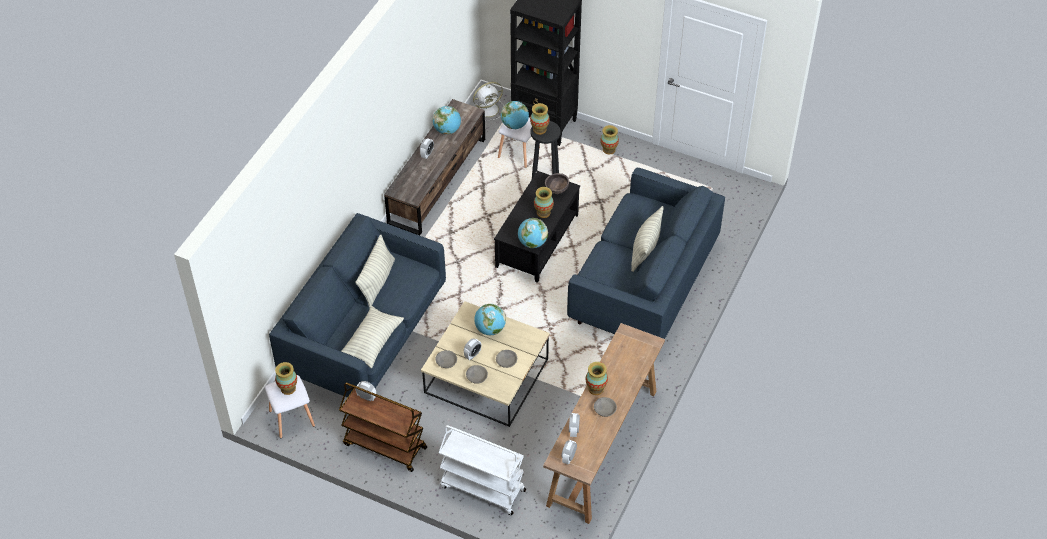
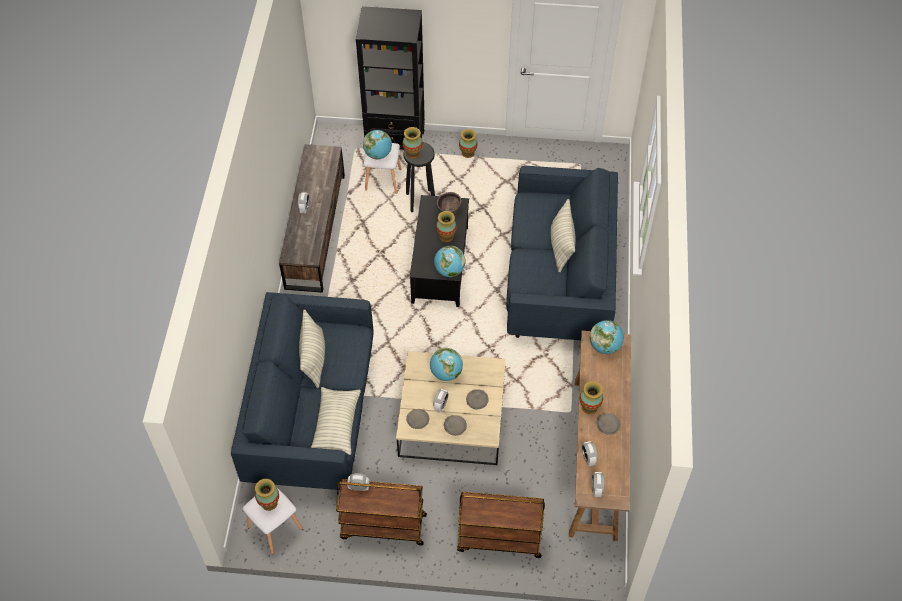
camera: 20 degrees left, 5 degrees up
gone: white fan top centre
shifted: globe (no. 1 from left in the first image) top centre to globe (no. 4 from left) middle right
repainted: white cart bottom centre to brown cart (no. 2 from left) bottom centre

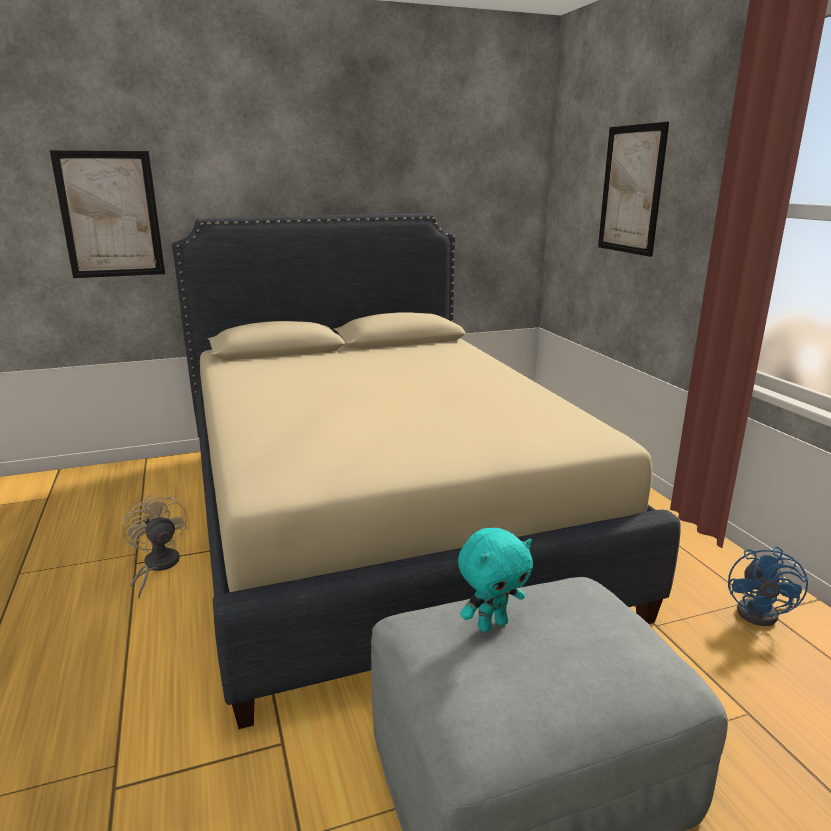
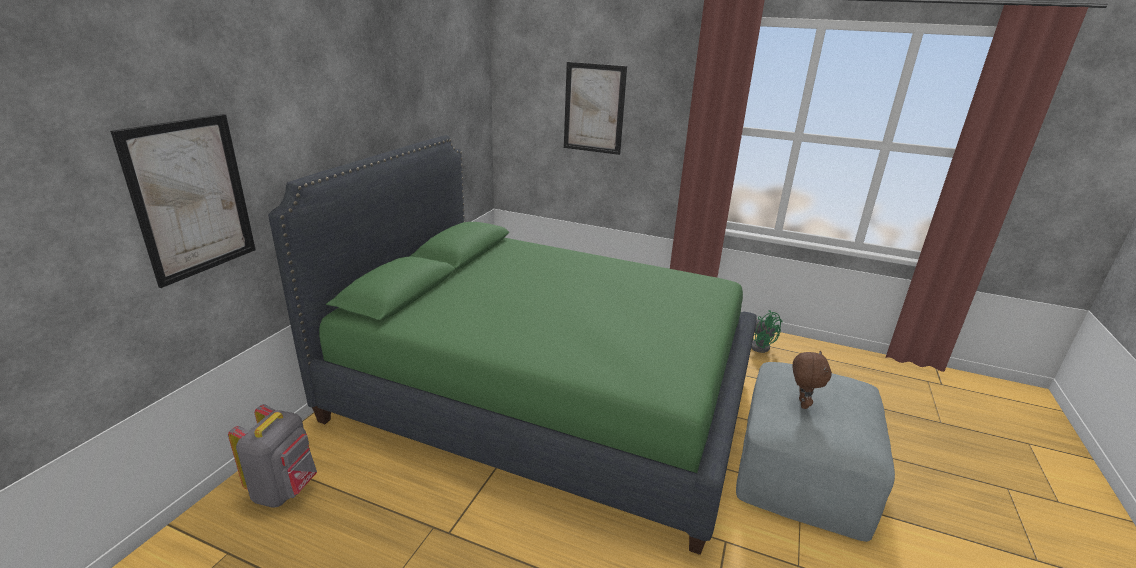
camera: 50 degrees left, 5 degrees up
gone: beige fan middle left
new: grey backpack bottom left
repainted: beige bed centre to green bed centre; blue fan bottom right to green fan middle right; turquoise plush toy bottom centre to brown plush toy bottom right

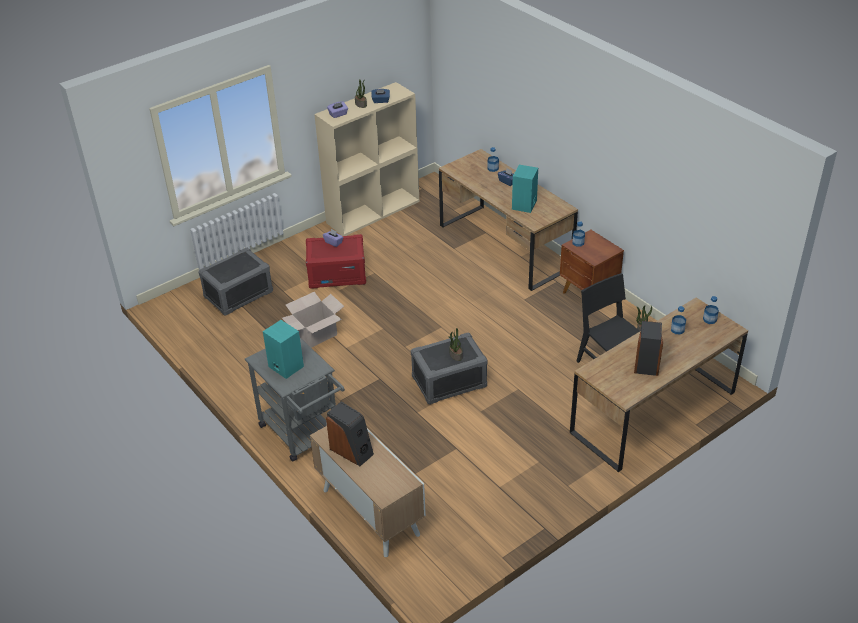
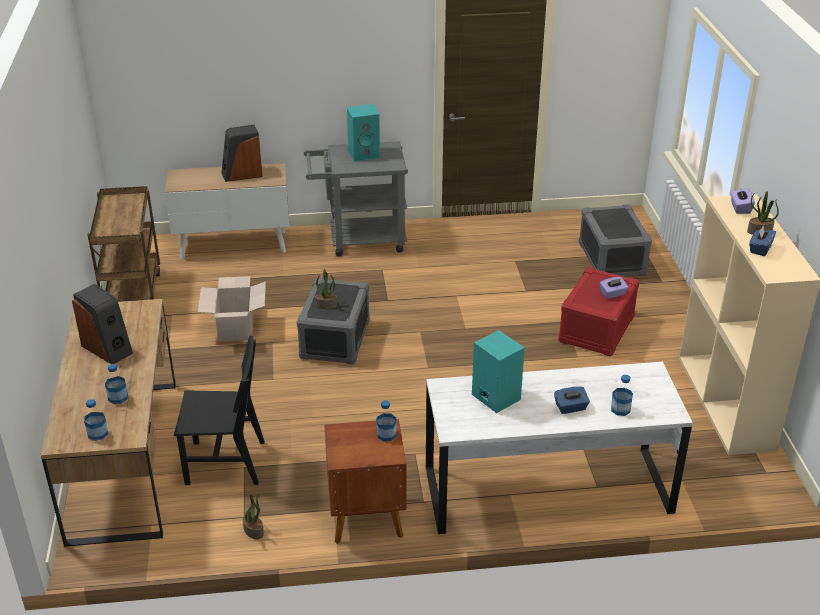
camera: 120 degrees right, 5 degrees down
new: brown cart middle left
shifted: cardboard box centre to middle left
repainted: brown desk (no. 1 from left) centre to white desk bottom right

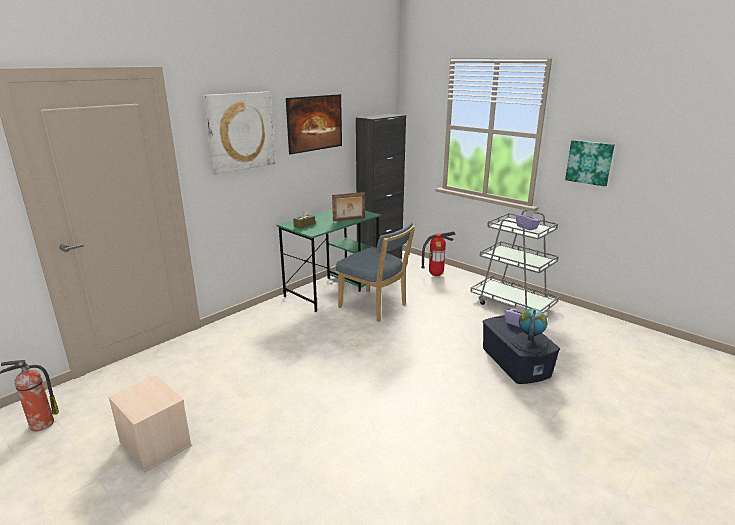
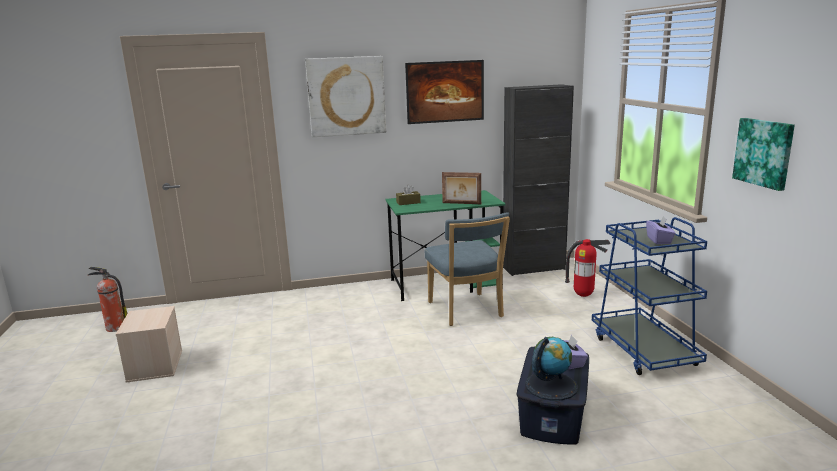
camera: 35 degrees right, 5 degrees down
repainted: grey cart middle right to blue cart middle right

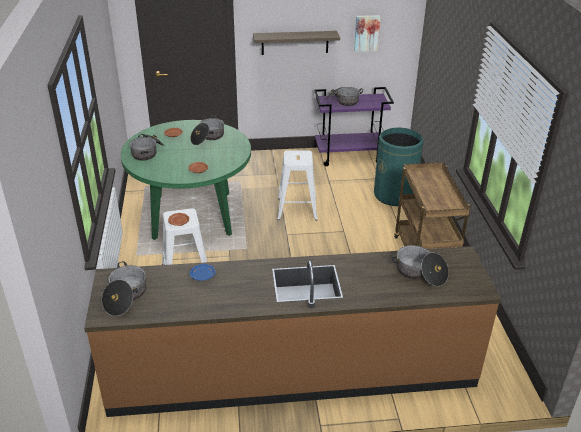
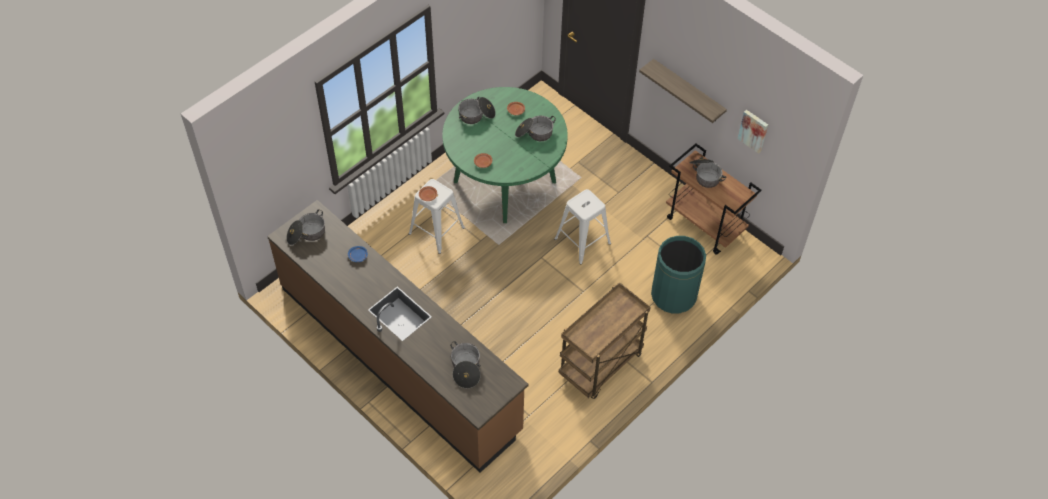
camera: 50 degrees right, 20 degrees up
repainted: purple cart top centre to brown cart (no. 2 from left) middle right

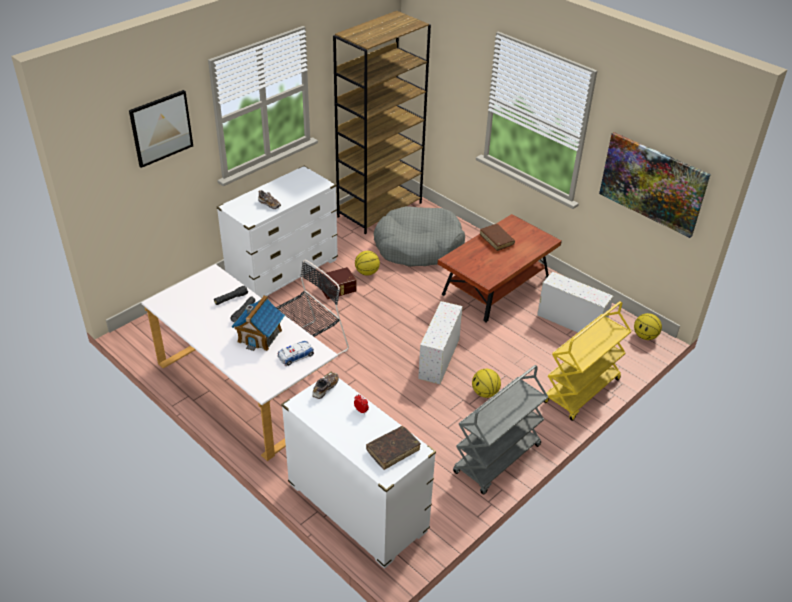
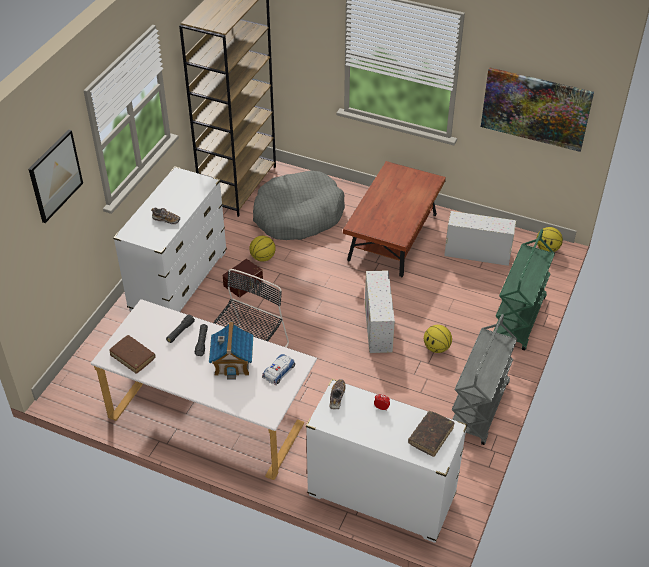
camera: 20 degrees left, 5 degrees up
shifted: brown book (no. 2 from left in the first image) centre to brown book (no. 1 from left) middle left
repainted: yellow cart middle right to green cart middle right

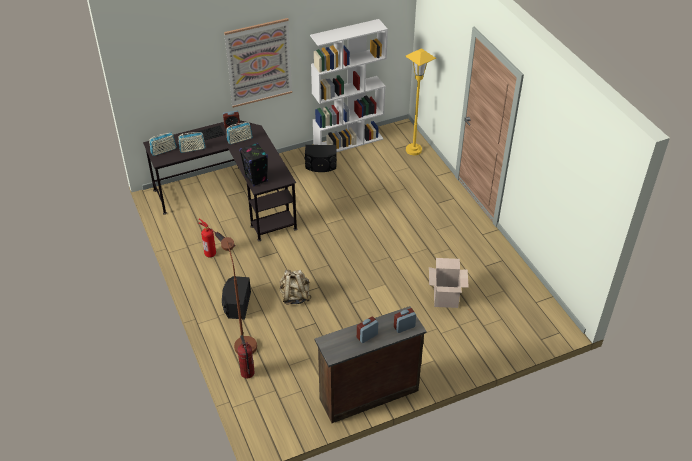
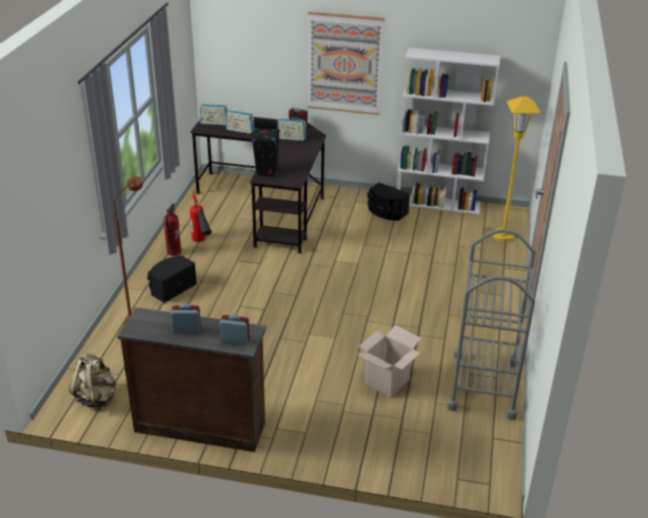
camera: 35 degrees right, 10 degrees down
new: grey cart middle right
shifted: beige backpack centre to bottom left; fire extinguisher (no. 2 from left in the first image) bottom centre to fire extinguisher (no. 1 from left) middle left

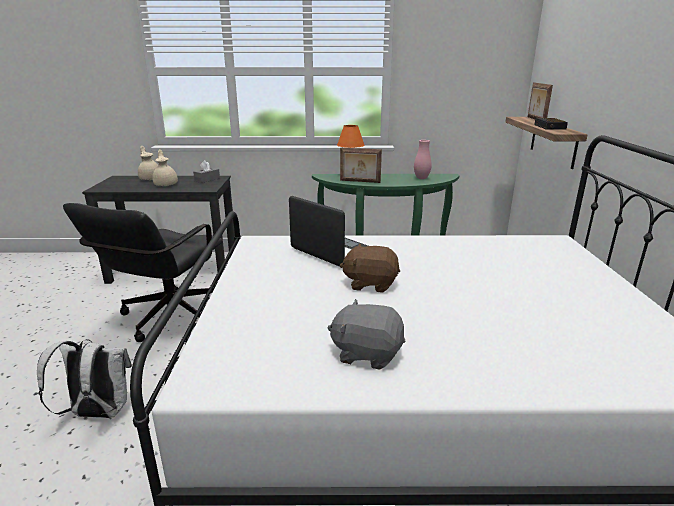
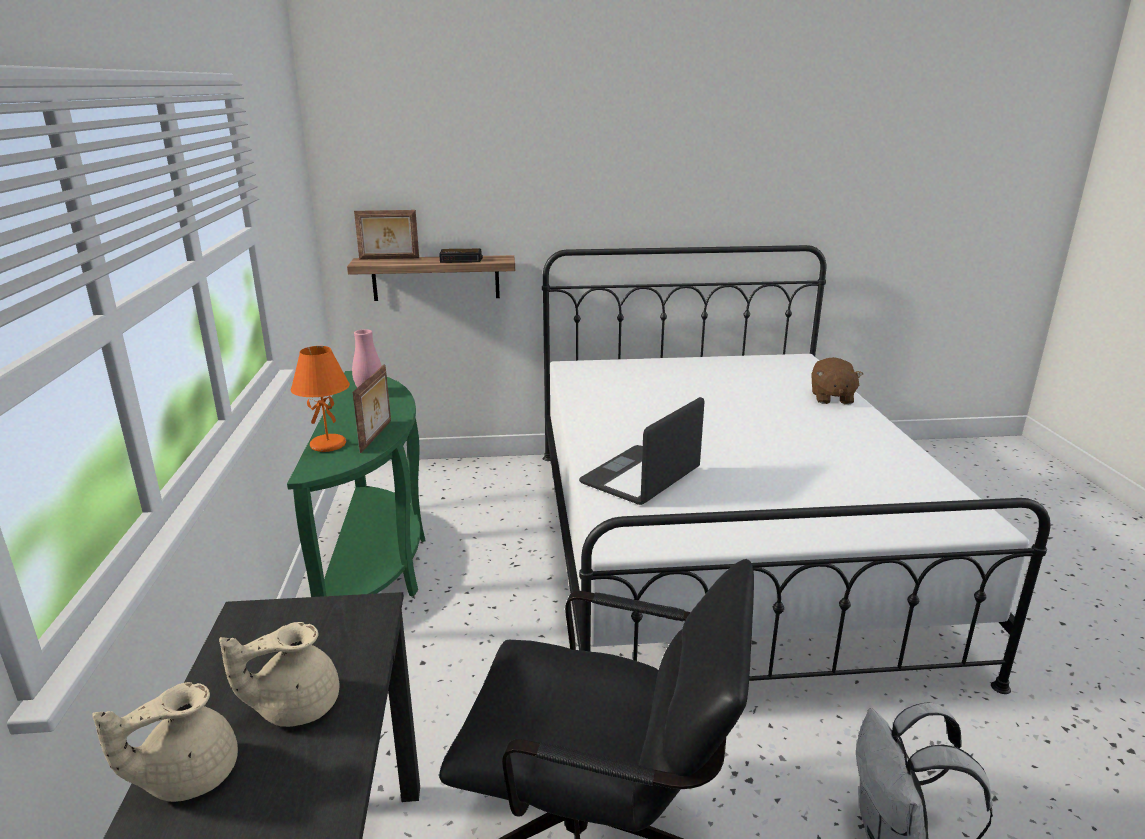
camera: 95 degrees left, 0 degrees up
gone: grey tissue box middle left; grey plush toy centre
shifted: brown plush toy centre to middle right

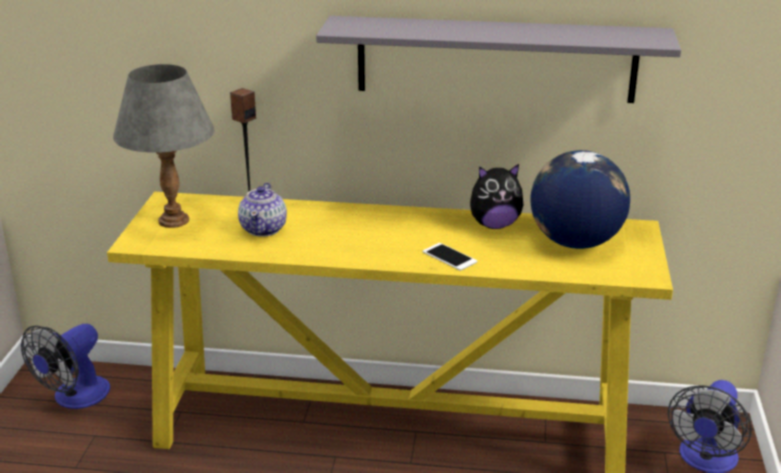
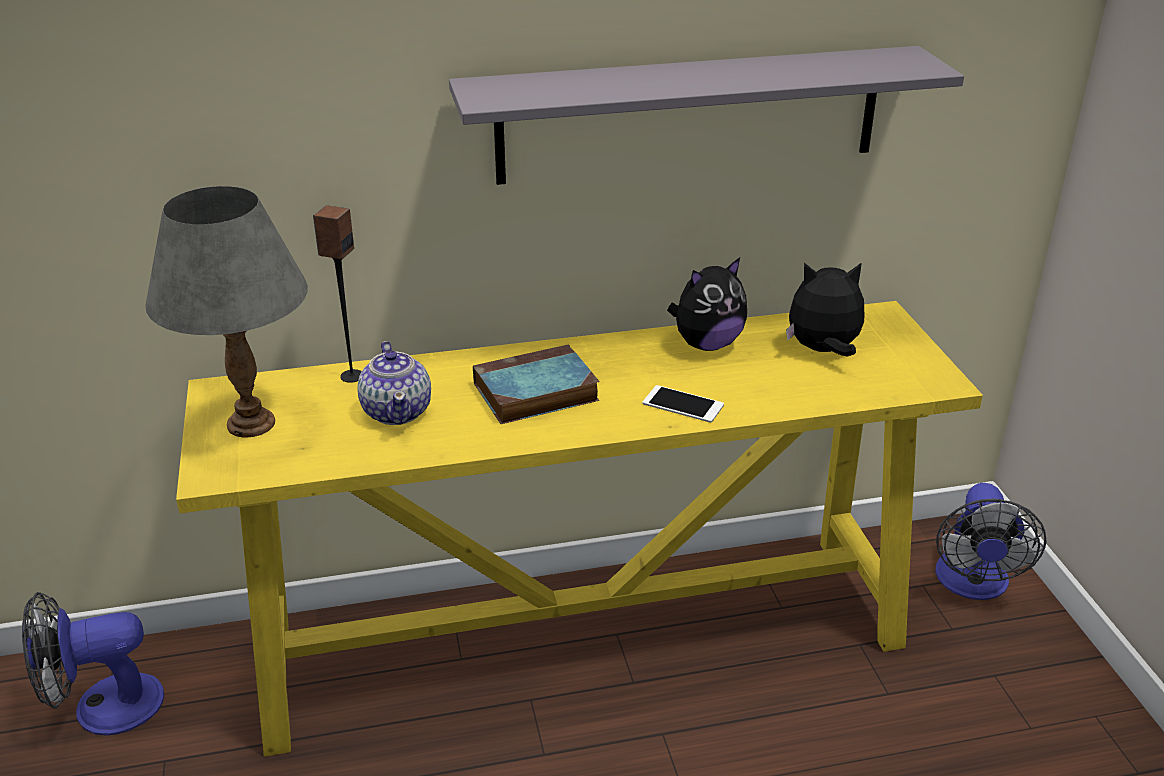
camera: 20 degrees left, 5 degrees up
new: book centre
swapped: globe middle right to plush toy (no. 2 from left) middle right
rotated: fan (no. 1 from left) bottom left = bottom left 60 degrees clockwise

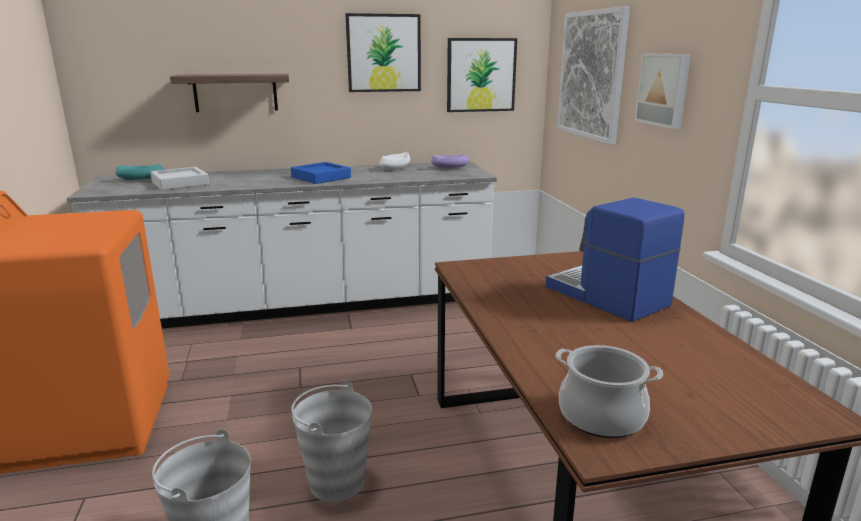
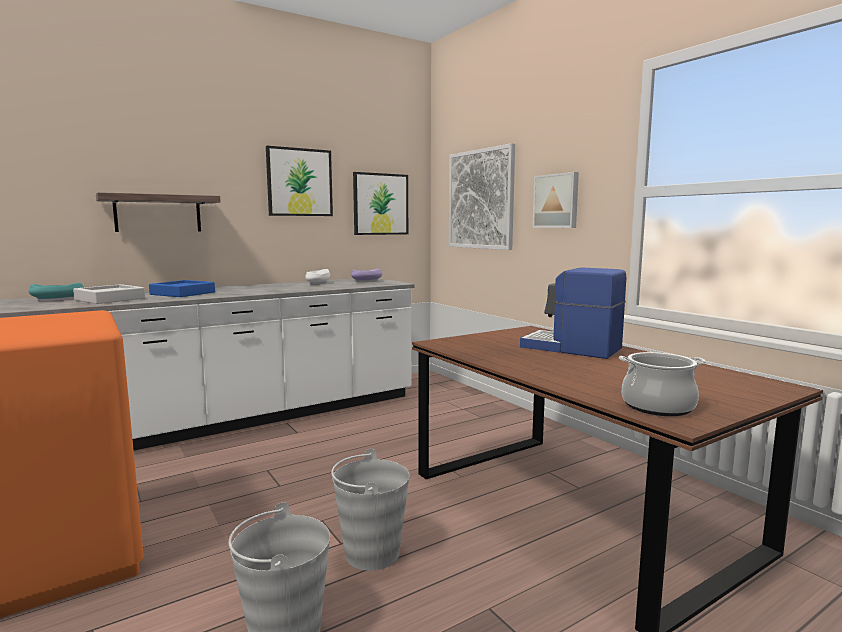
camera: 20 degrees left, 10 degrees down
shifted: blue tray top centre to middle left

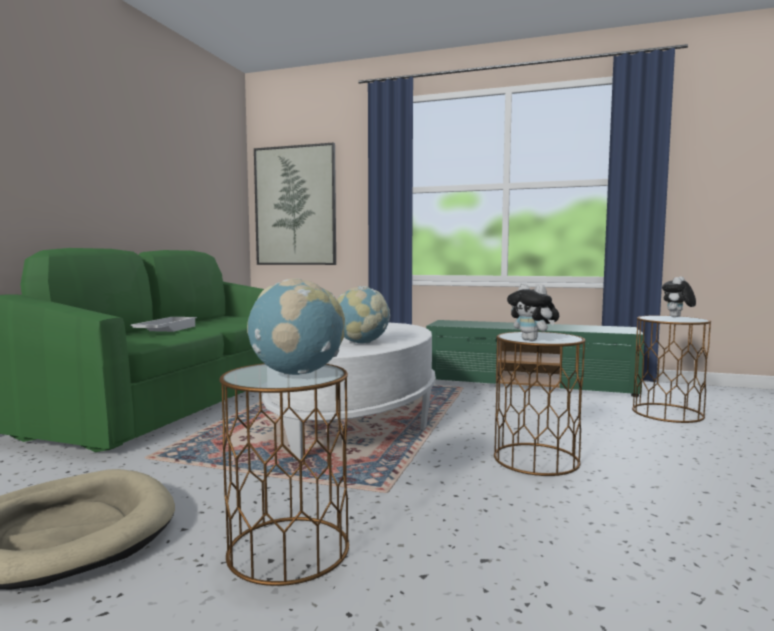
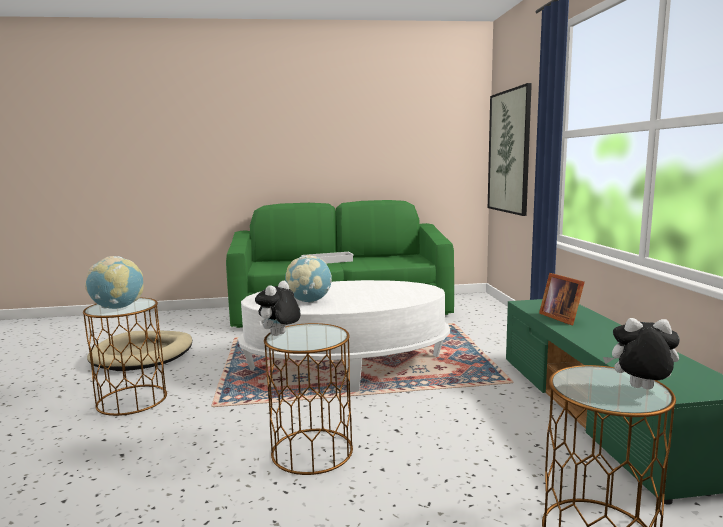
camera: 65 degrees right, 5 degrees up
new: picture frame middle right

